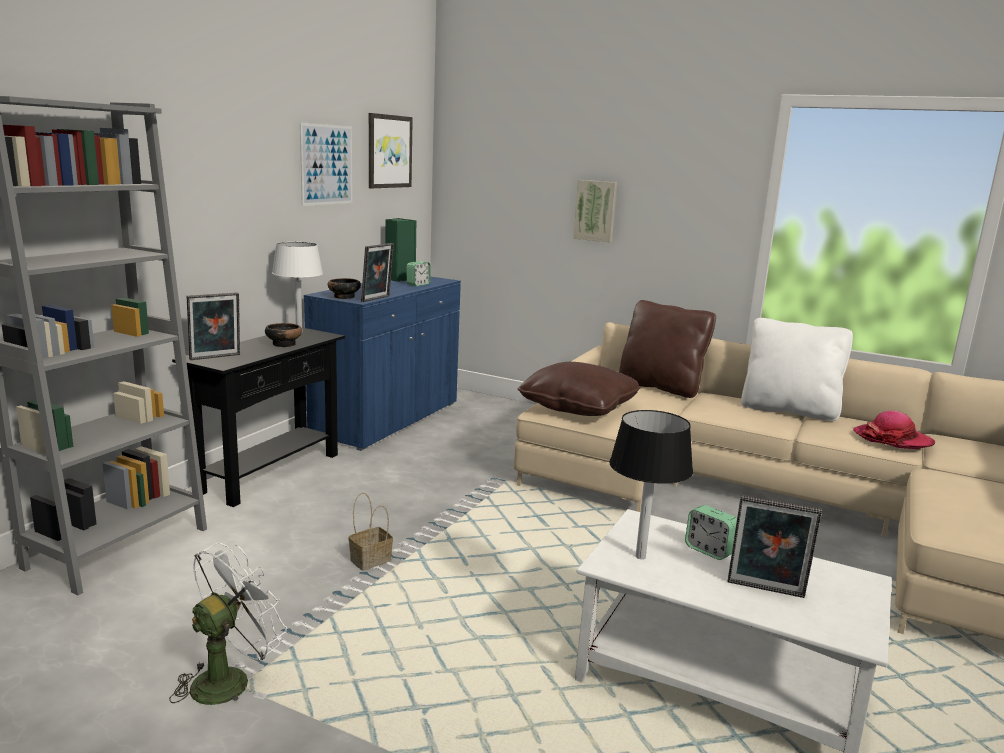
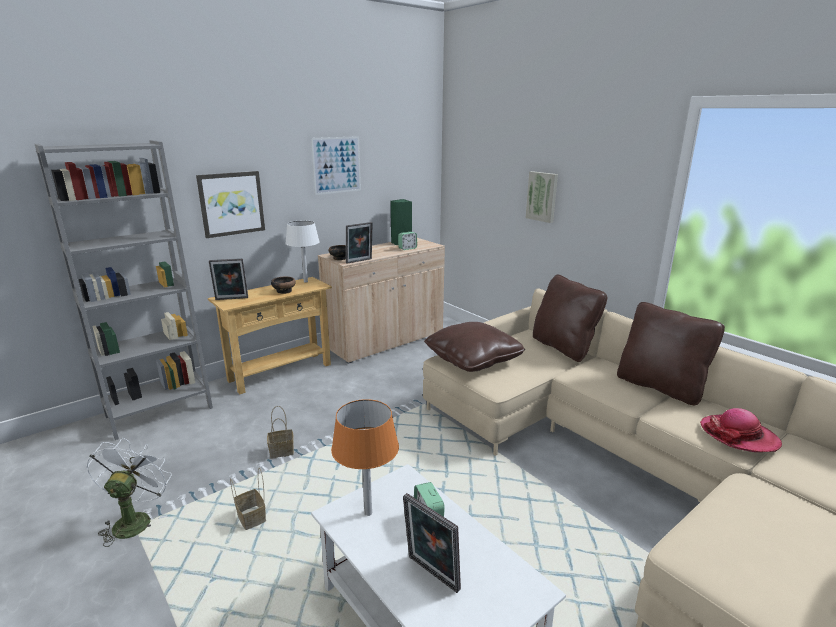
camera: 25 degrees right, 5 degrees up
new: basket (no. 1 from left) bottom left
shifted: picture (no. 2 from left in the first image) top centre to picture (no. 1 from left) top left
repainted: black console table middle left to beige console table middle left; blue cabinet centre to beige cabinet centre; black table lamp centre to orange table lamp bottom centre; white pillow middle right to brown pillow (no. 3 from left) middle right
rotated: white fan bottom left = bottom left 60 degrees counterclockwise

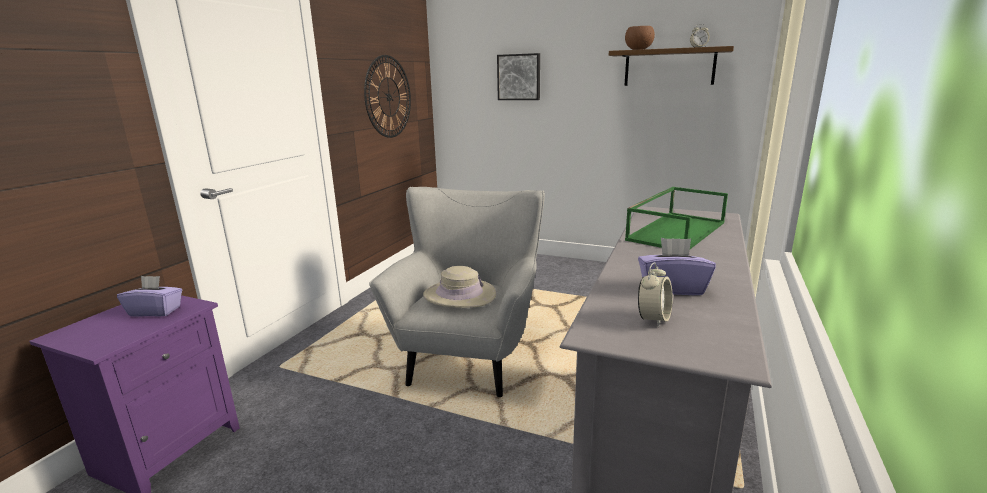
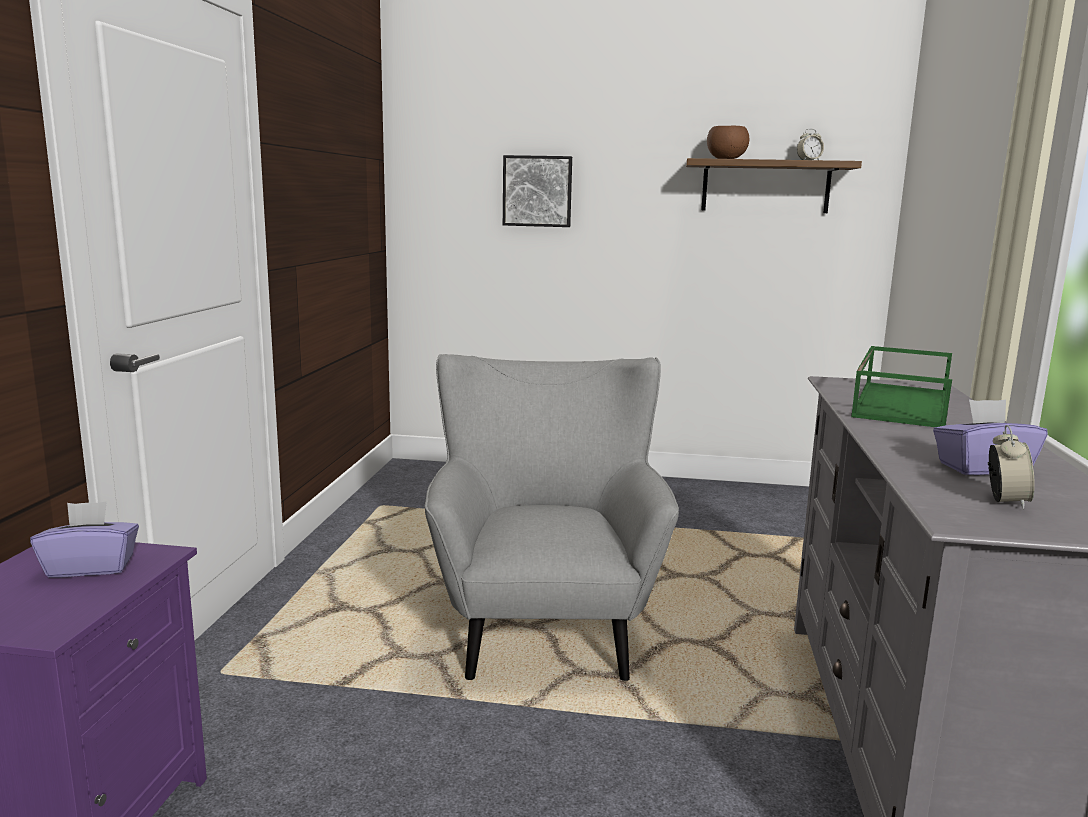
camera: 15 degrees left, 5 degrees down
gone: wall clock top centre; beige hat centre

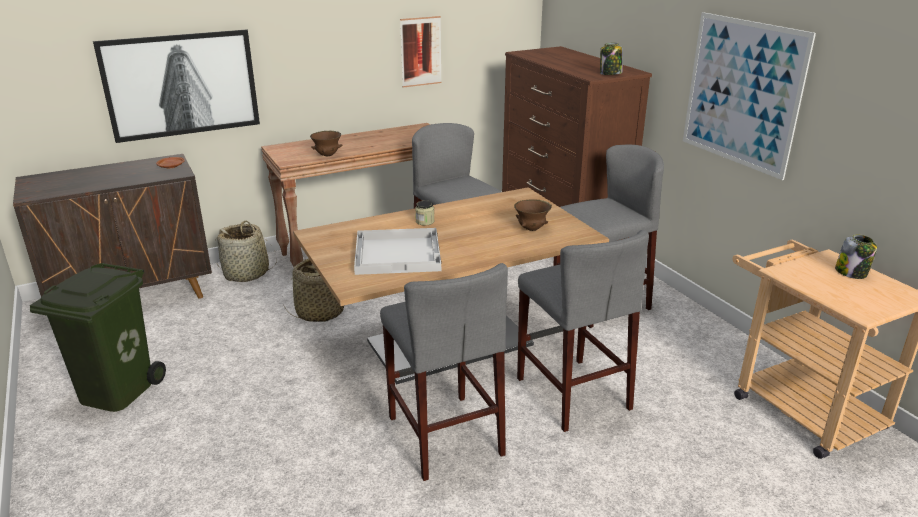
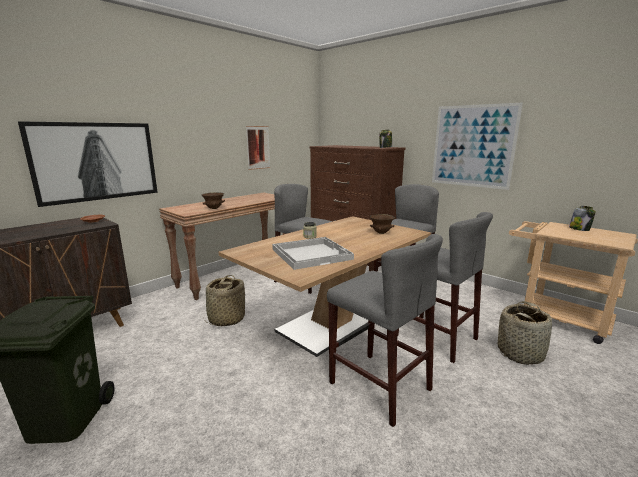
camera: 20 degrees left, 10 degrees down
shifted: basket (no. 1 from left in the first image) middle left to basket (no. 2 from left) bottom right

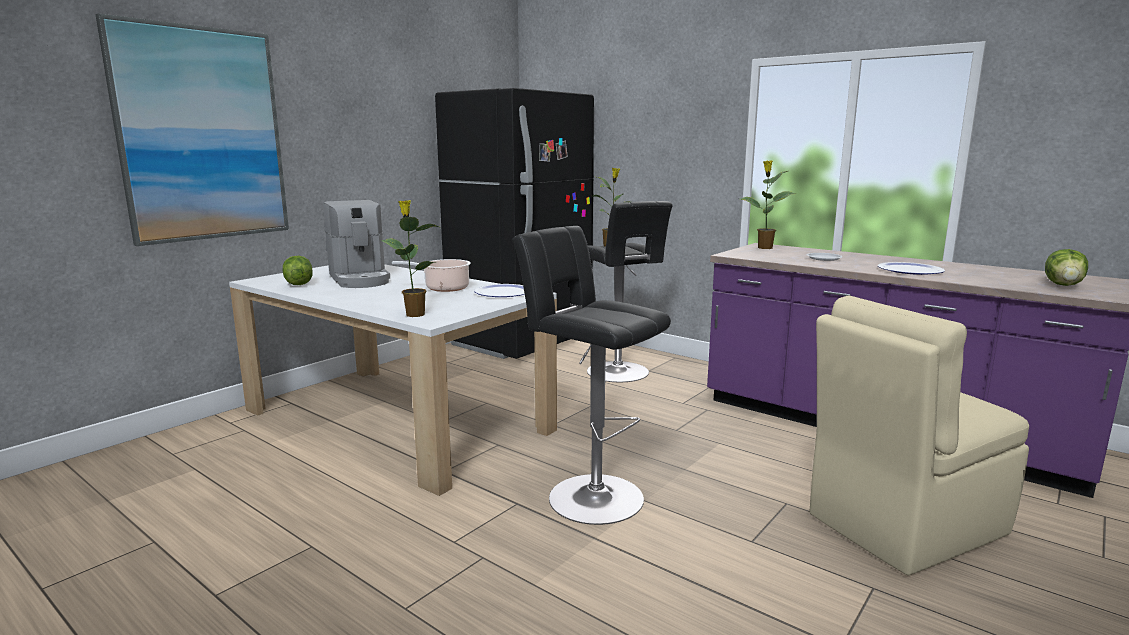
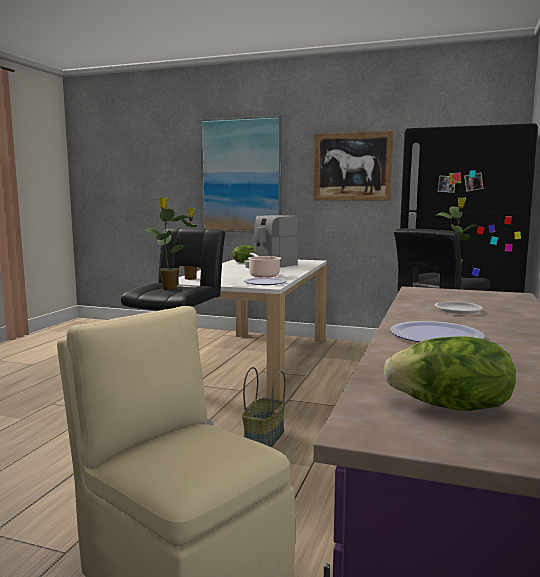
camera: 70 degrees right, 5 degrees down
new: basket bottom centre; picture (no. 2 from left) top centre
shifted: potted plant (no. 3 from left in the first image) top right to potted plant (no. 1 from left) middle left

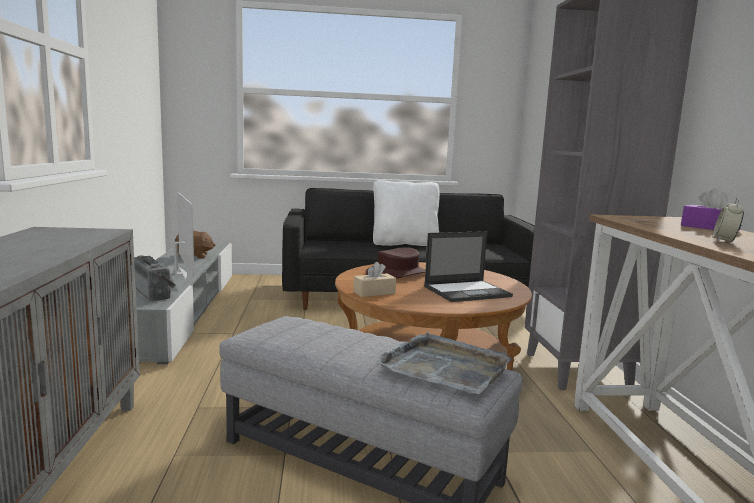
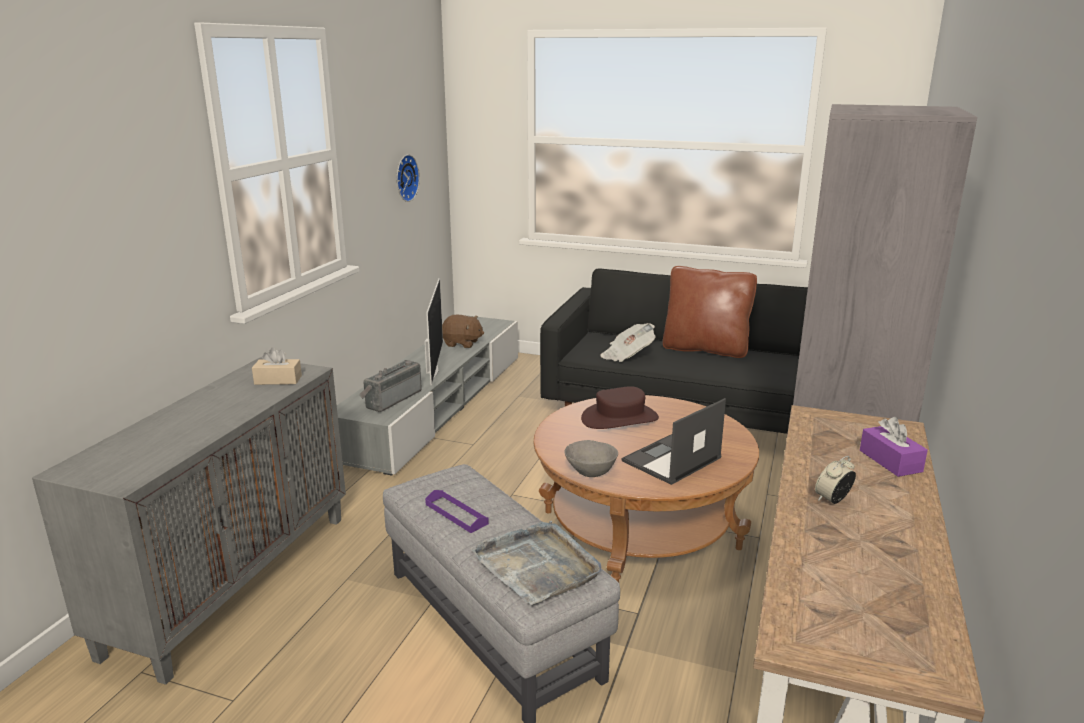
camera: 25 degrees right, 10 degrees up
new: wall clock top centre; purple tray bottom centre; grey bowl centre; newspaper centre
shifted: beige tissue box centre to middle left
repainted: white pillow centre to brown pillow centre
rotated: radio middle left = centre 135 degrees counterclockwise; laptop centre = centre 135 degrees clockwise

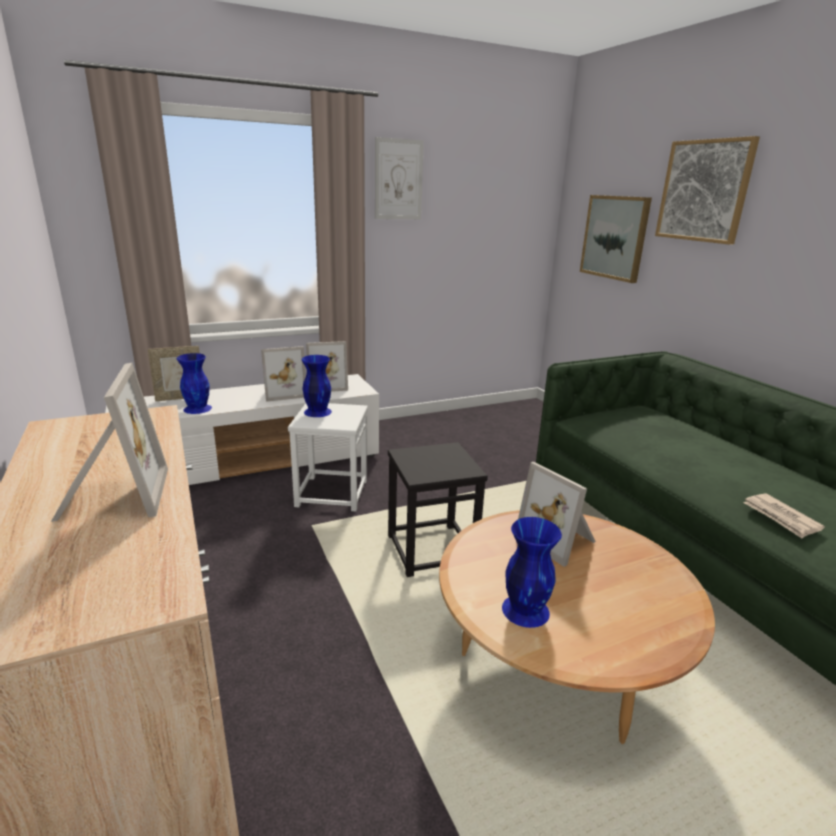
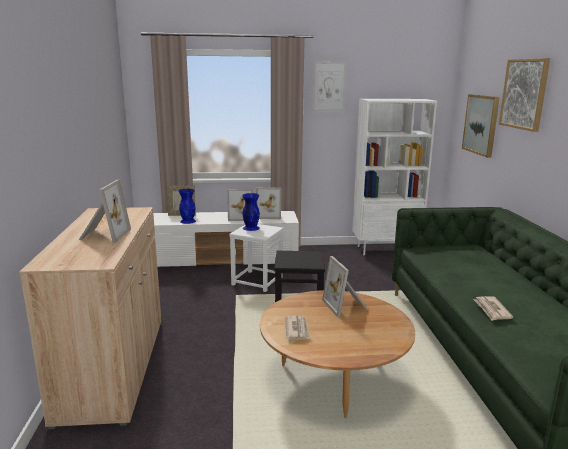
camera: 20 degrees right, 5 degrees down
new: white bookcase middle right
swapped: blue vase (no. 3 from left) bottom centre to newspaper (no. 1 from left) bottom centre

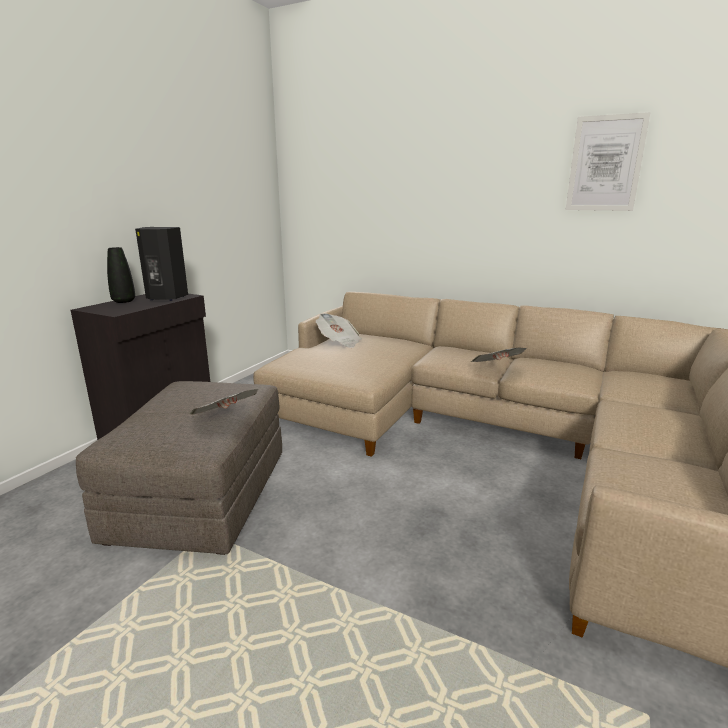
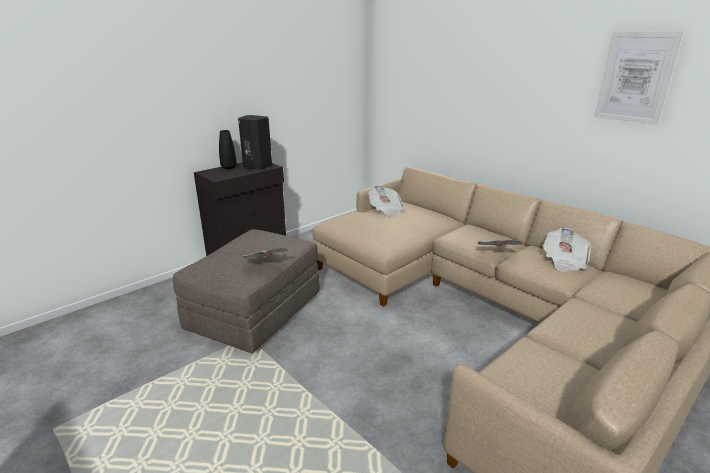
camera: 20 degrees right, 5 degrees up
new: newspaper (no. 4 from left) middle right

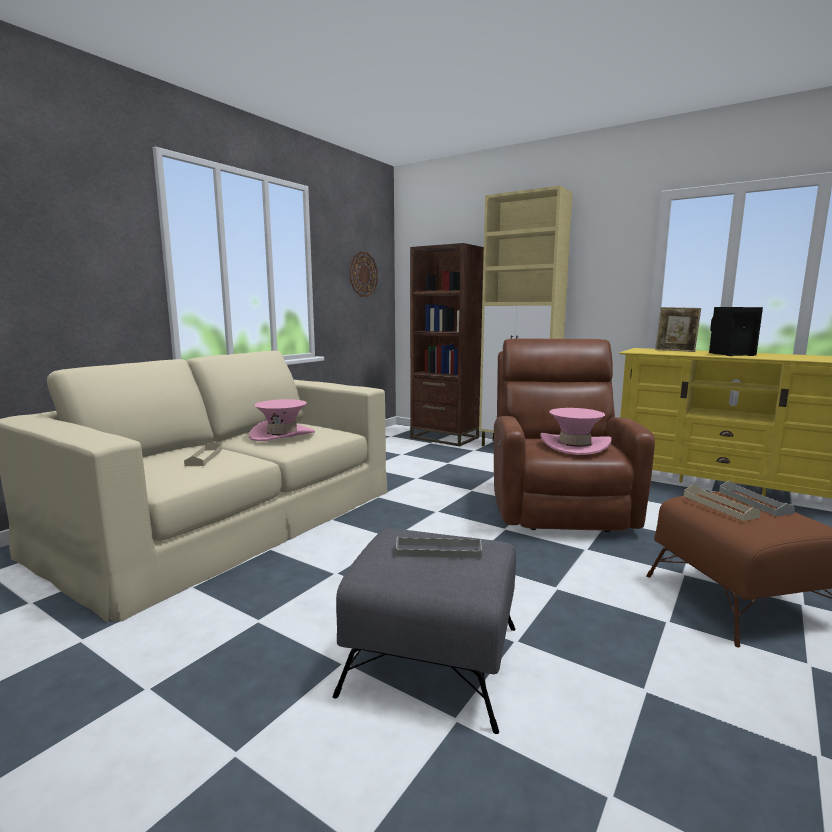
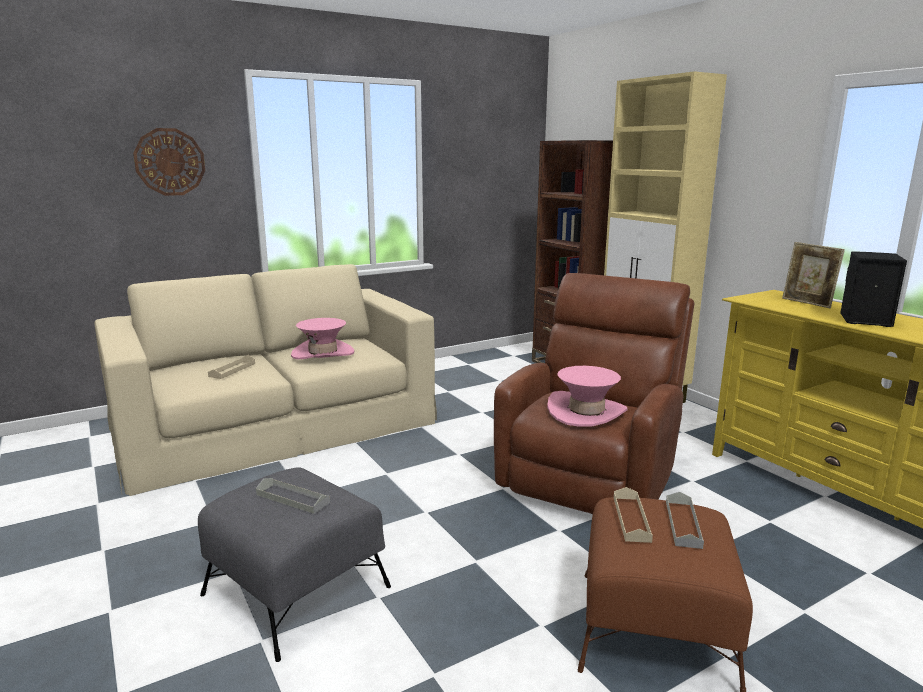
camera: 25 degrees right, 5 degrees up
shifted: wall clock top centre to top left

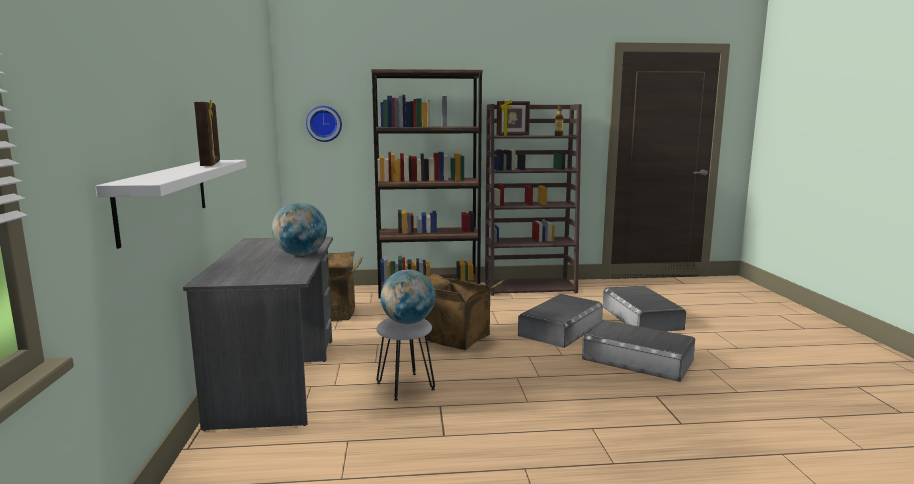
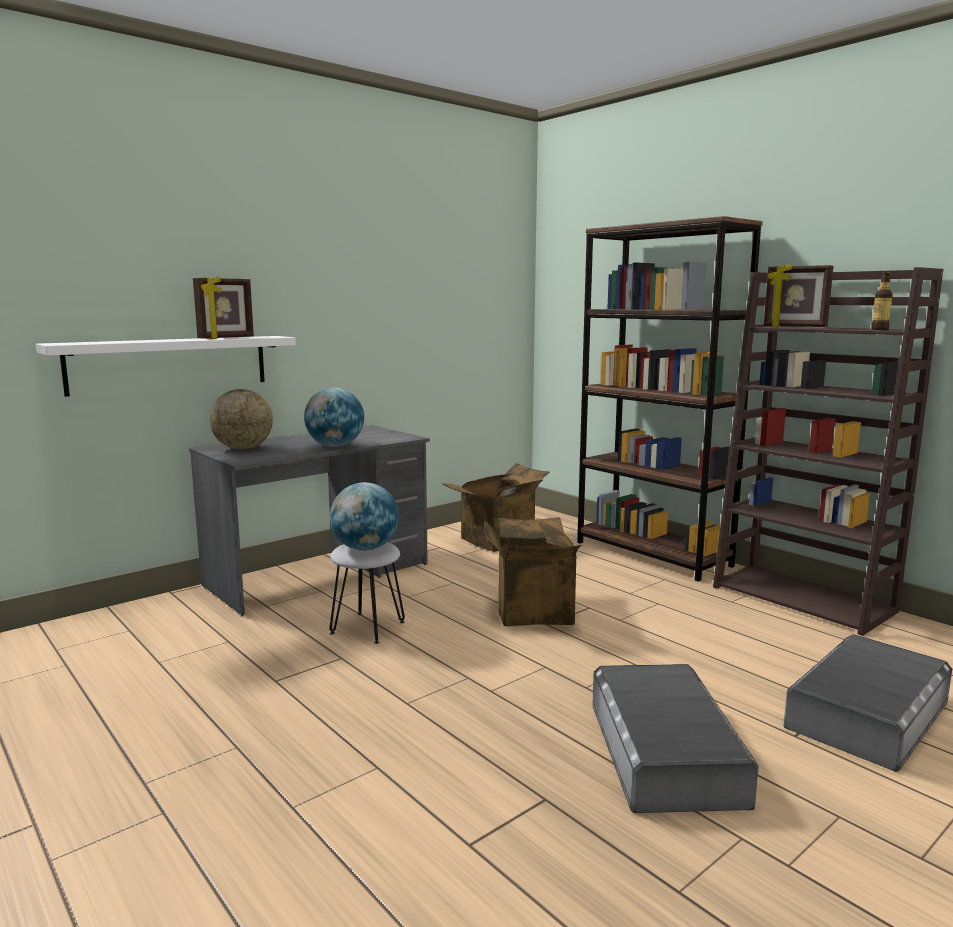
camera: 55 degrees right, 0 degrees up
gone: wall clock top centre; grey storage box (no. 1 from left) centre
new: globe (no. 1 from left) middle left

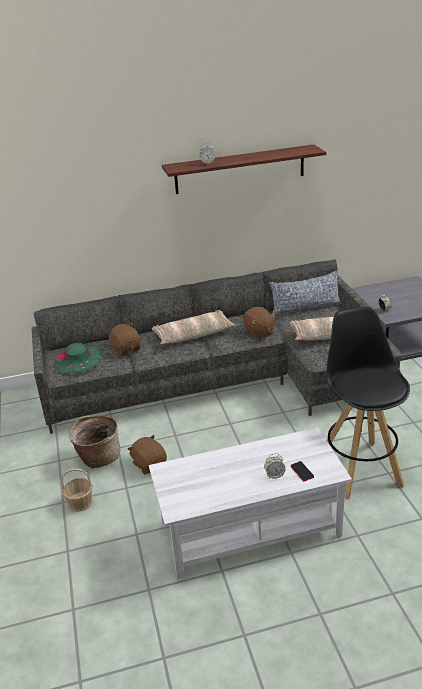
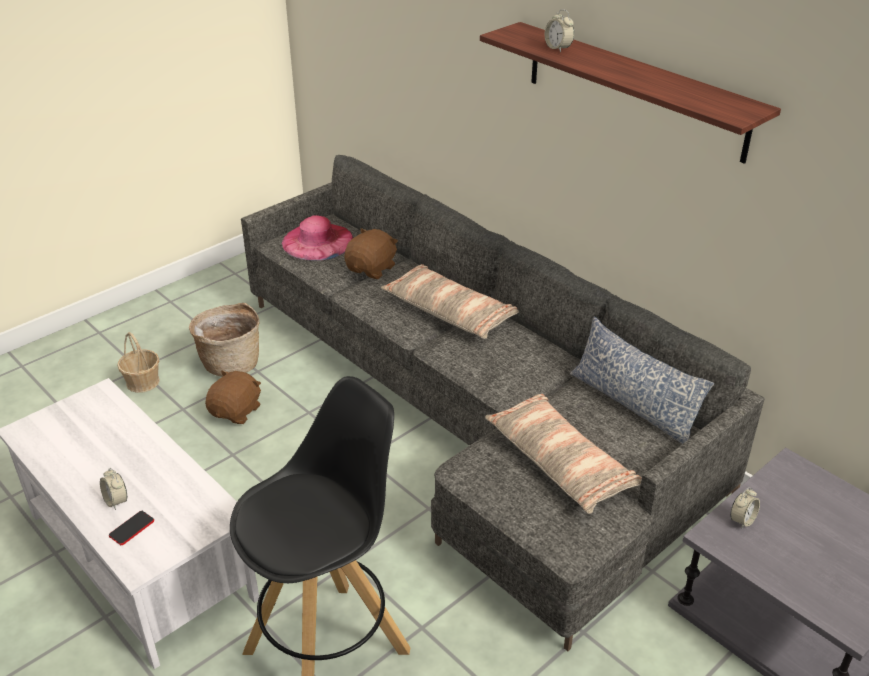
camera: 60 degrees right, 5 degrees up
gone: brown plush toy (no. 3 from left) centre
repainted: green hat middle left to pink hat centre

